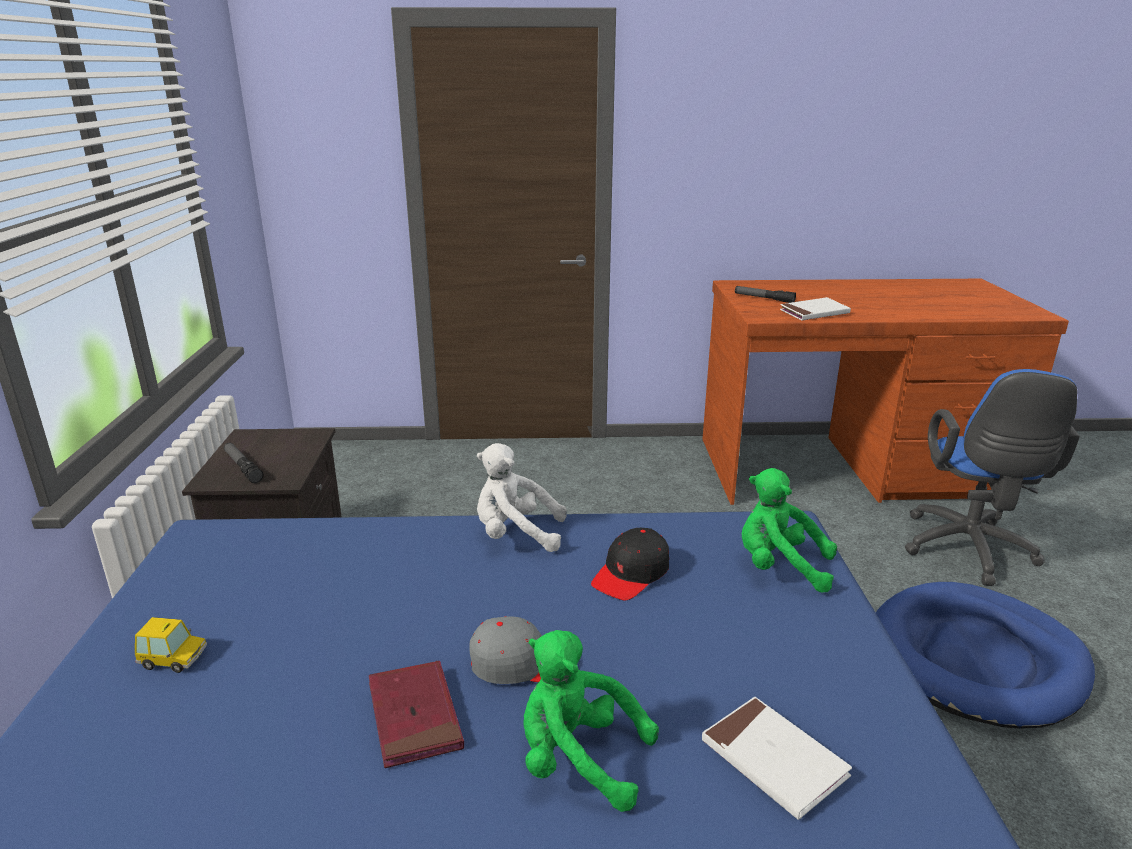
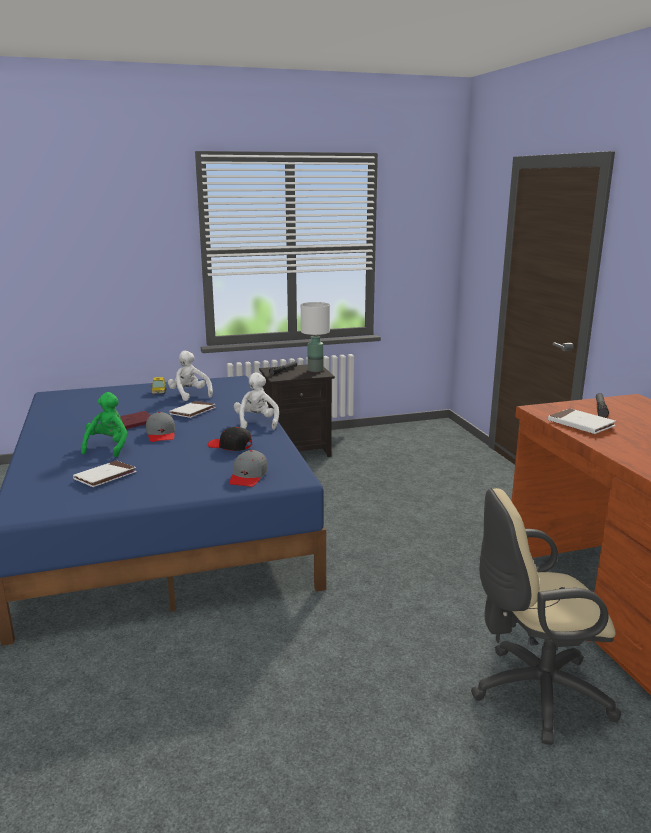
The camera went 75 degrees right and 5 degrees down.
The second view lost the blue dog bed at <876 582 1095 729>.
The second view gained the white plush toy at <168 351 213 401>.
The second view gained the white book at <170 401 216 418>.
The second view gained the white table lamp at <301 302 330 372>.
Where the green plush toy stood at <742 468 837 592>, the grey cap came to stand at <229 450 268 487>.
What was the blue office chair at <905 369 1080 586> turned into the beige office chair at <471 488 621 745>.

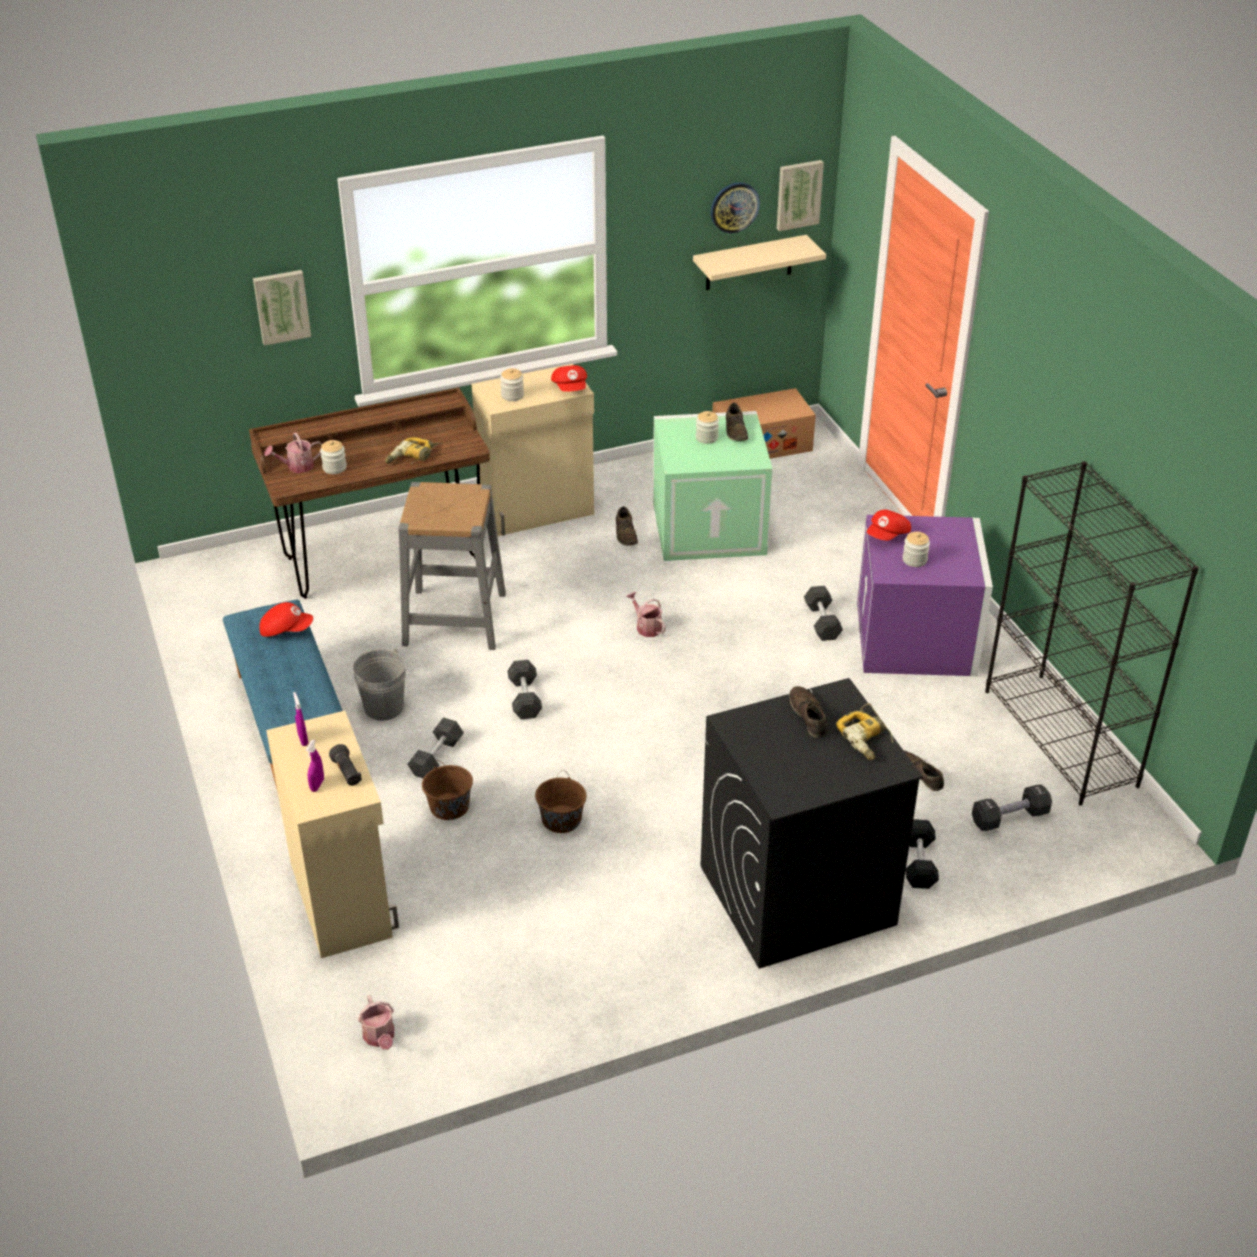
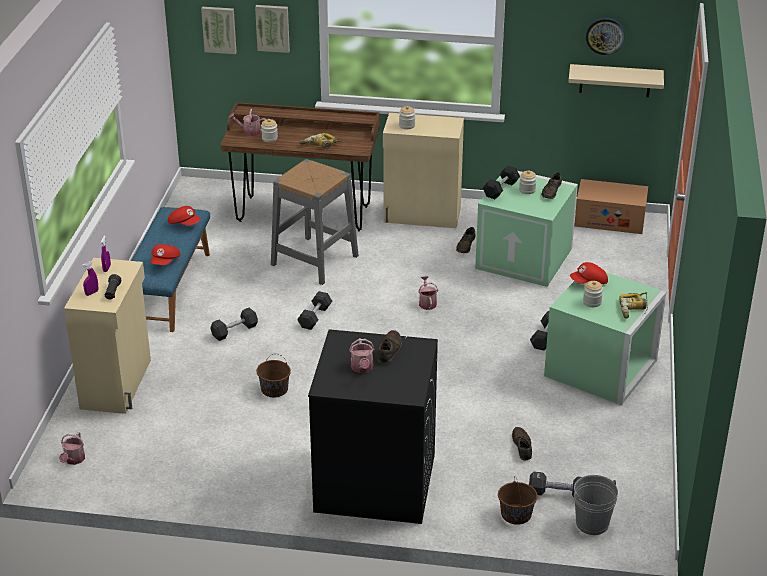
The camera went 30 degrees right and 5 degrees down.
The second view lost the black bookcase at <985 461 1199 806>.
The second view gained the watering can at <349 338 374 373>.
The grey bucket ended up elsewhere, having gone from <352 648 406 721> to <574 475 618 535>.
The brown bucket ended up elsewhere, having gone from <422 760 473 820> to <498 477 538 525>.
The red cap ended up elsewhere, having gone from <551 365 587 392> to <150 244 180 265>.
The picture ended up elsewhere, having gone from <777 160 824 231> to <201 7 236 54>.
The power drill ended up elsewhere, having gone from <836 703 893 760> to <619 292 648 318>.
The black dumbbell ended up elsewhere, having gone from <906 819 939 889> to <483 165 520 199>.
What was the purple storage box at <857 515 993 676> turned into the green storage box at <544 272 666 405>.

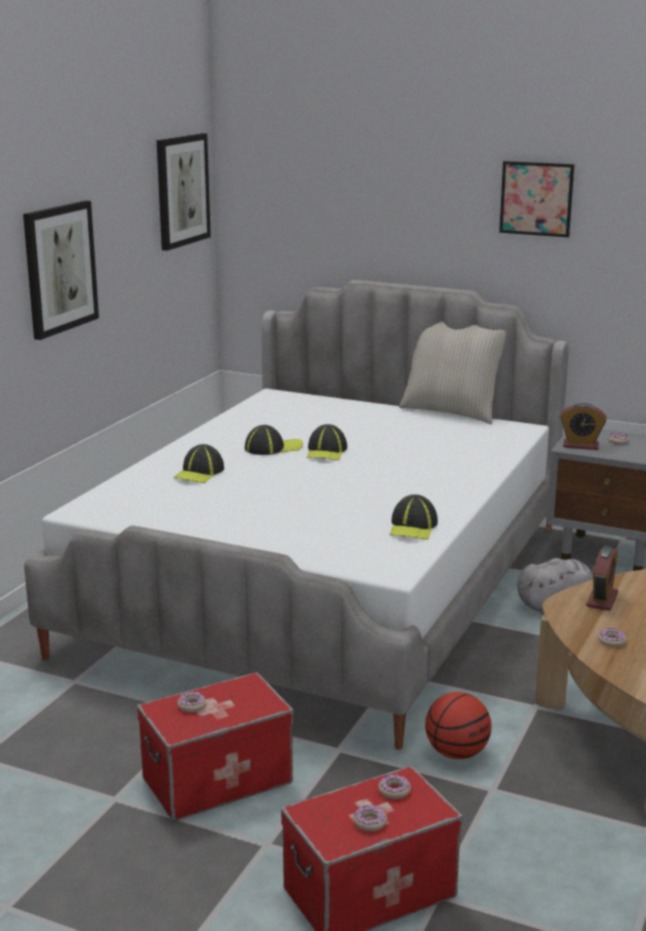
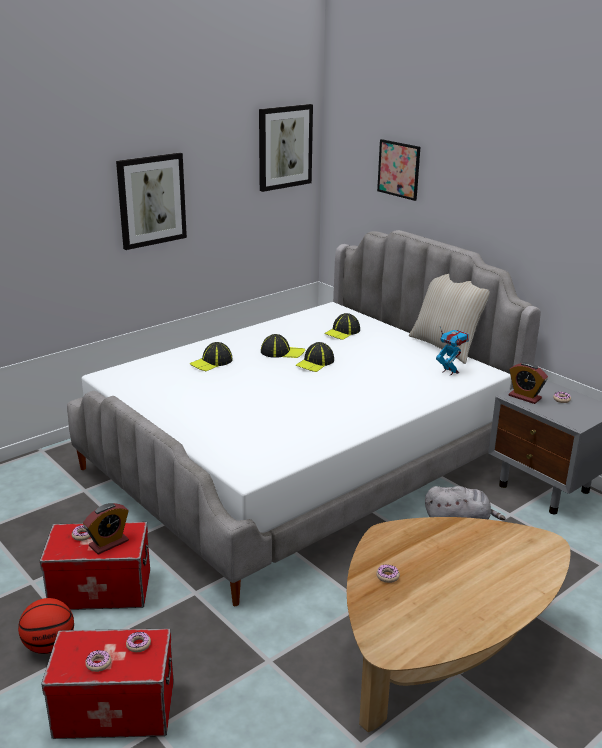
The camera went 25 degrees right and 5 degrees up.
The second view gained the toy robot at <436 327 469 376>.
The cap ended up elsewhere, having gone from <389 494 438 539> to <324 313 360 340>.
The basketball ended up elsewhere, having gone from <425 692 492 759> to <18 598 74 654>.
The picture ended up elsewhere, having gone from <499 161 574 237> to <377 139 420 201>.
The alarm clock ended up elsewhere, having gone from <586 546 619 611> to <83 503 129 555>.

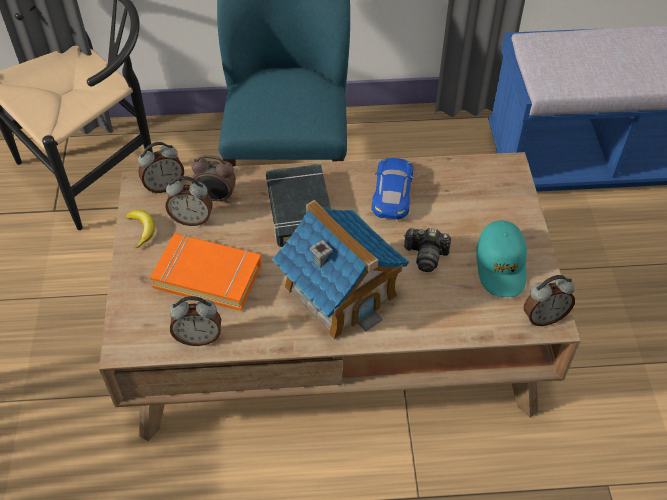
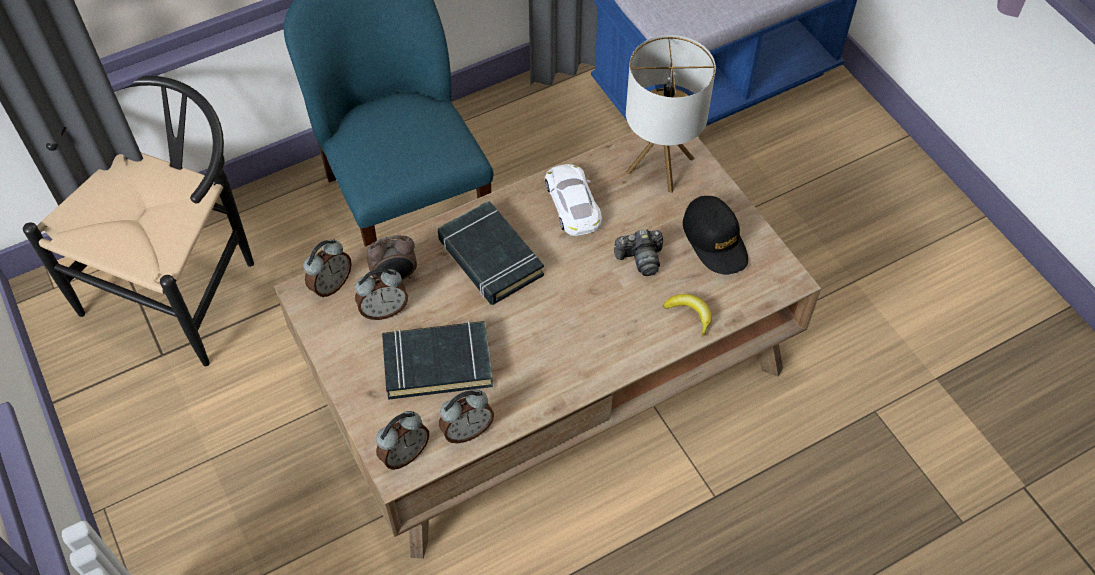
The camera went 25 degrees left and 5 degrees up.
The second view lost the toy house at <272 200 409 340>.
The second view gained the table lamp at <626 35 716 193>.
The banana ended up elsewhere, having gone from <126 210 155 249> to <663 294 712 337>.
The alarm clock ended up elsewhere, having gone from <524 275 575 326> to <376 411 429 470>.
What was the orange book at <150 233 262 311> turned into the black book at <382 321 493 400>.
What was the blue toy car at <372 158 414 220> turned into the white toy car at <545 164 602 236>.
What was the turquoise cap at <476 220 527 297> turned into the black cap at <683 196 748 275>.

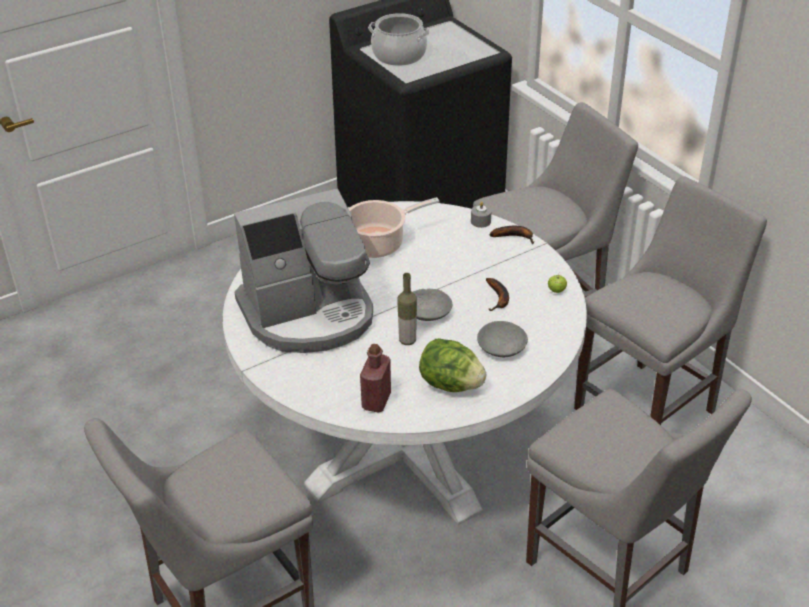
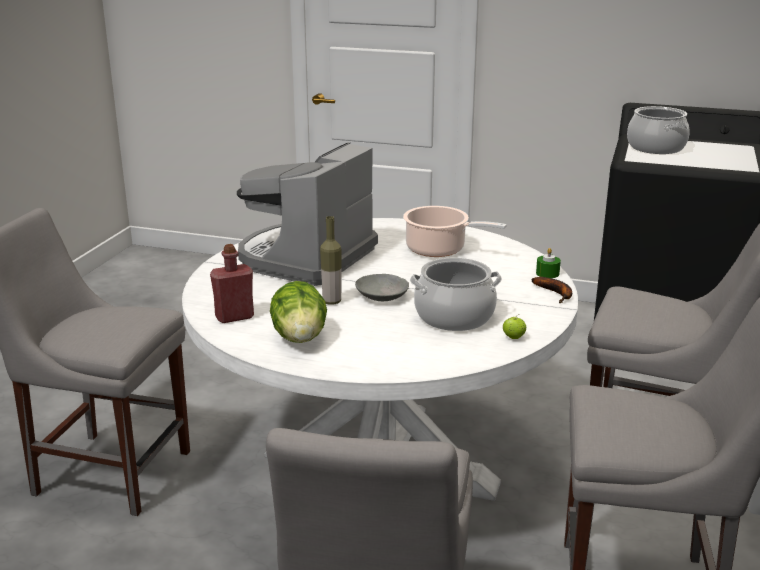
The camera went 50 degrees right and 15 degrees down.
The second view lost the grey bowl at <477 321 528 357>.
Where the banana stood at <486 278 509 311>, the cooking pot came to stand at <410 258 502 331>.
What was the grey candle at <471 201 491 228> turned into the green candle at <536 248 561 278>.
The coffee machine at <234 189 373 353> ended up facing another way, 90 degrees clockwise from before.

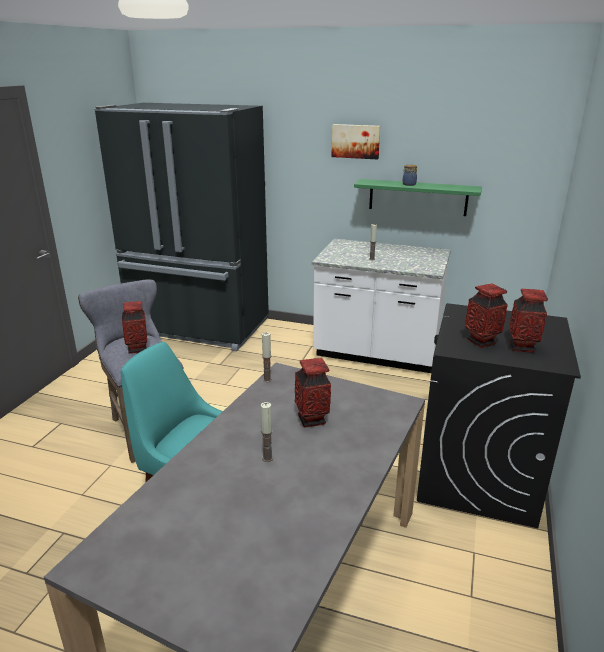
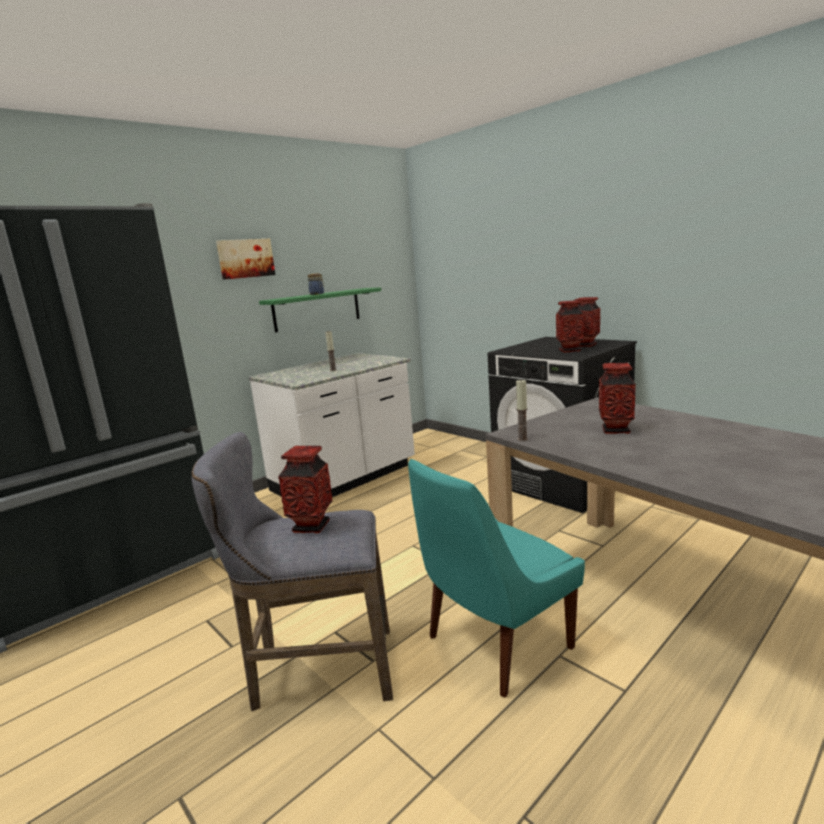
The camera went 60 degrees left and 10 degrees down.
The second view lost the candle at <260 402 273 462>.

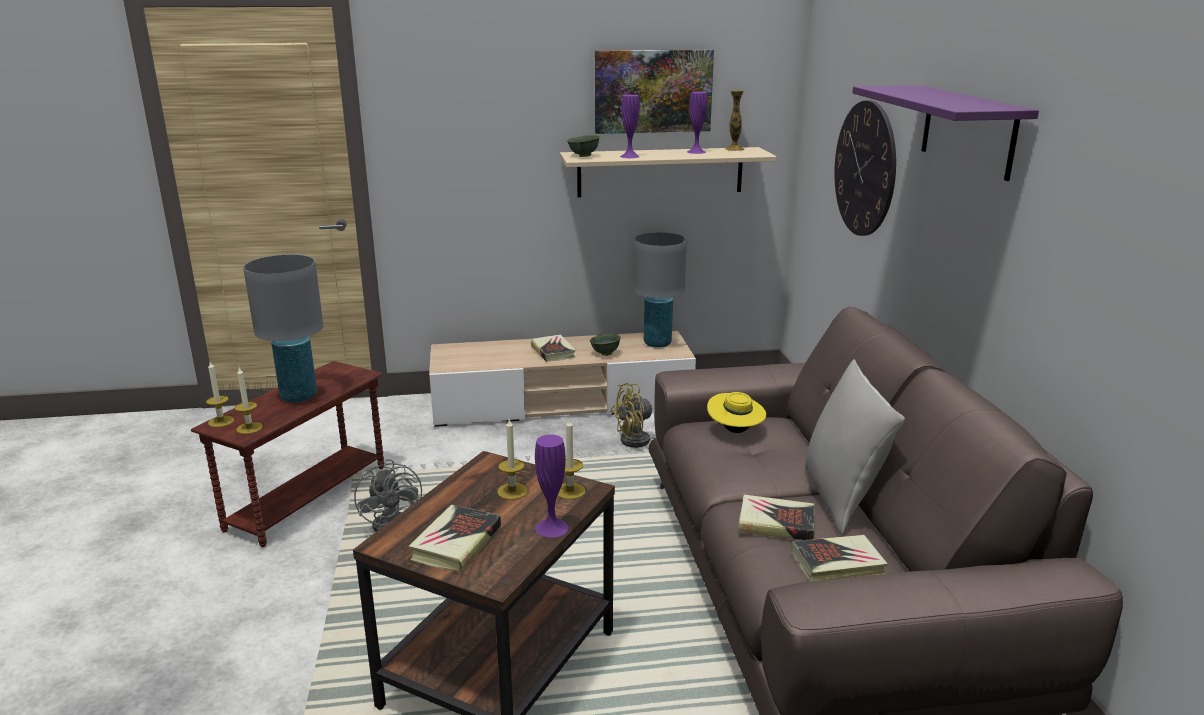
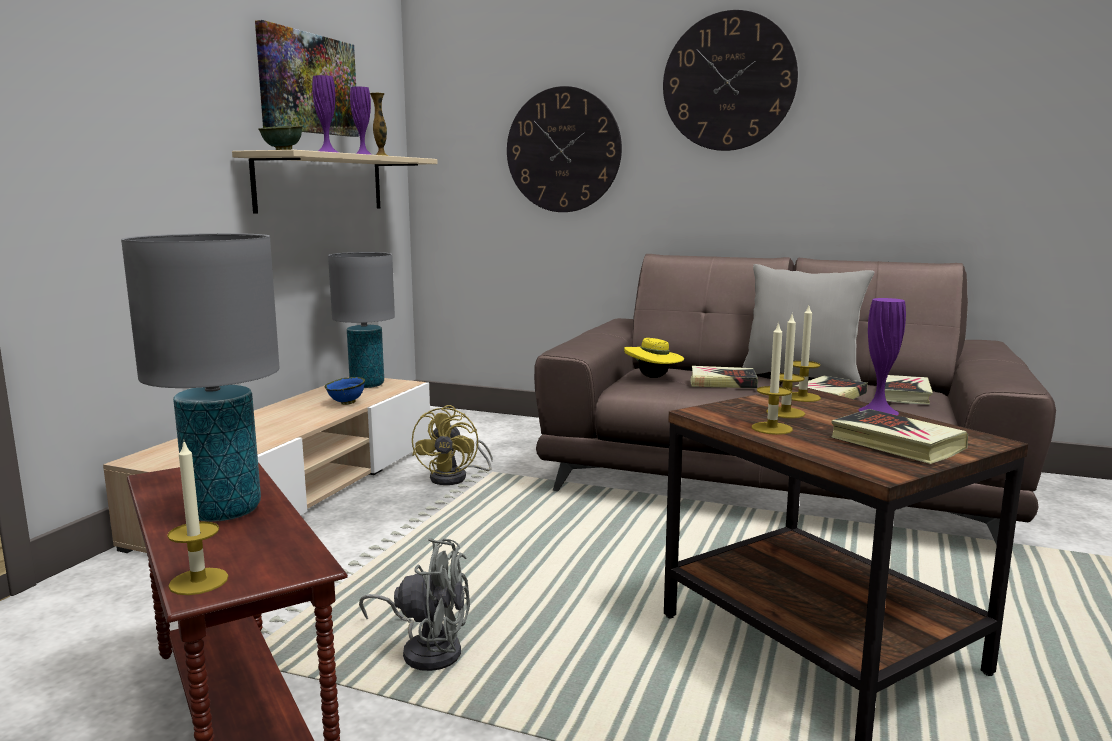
The camera went 60 degrees left and 10 degrees down.
The candle ended up elsewhere, having gone from <235 368 263 434> to <752 321 793 435>.
The book ended up elsewhere, having gone from <531 334 576 362> to <690 366 758 388>.
Where the purple shelf hung at <852 85 1039 181>, the wall clock came to hang at <663 10 798 151>.
What was the green bowl at <590 334 621 356> turned into the blue bowl at <325 377 365 405>.

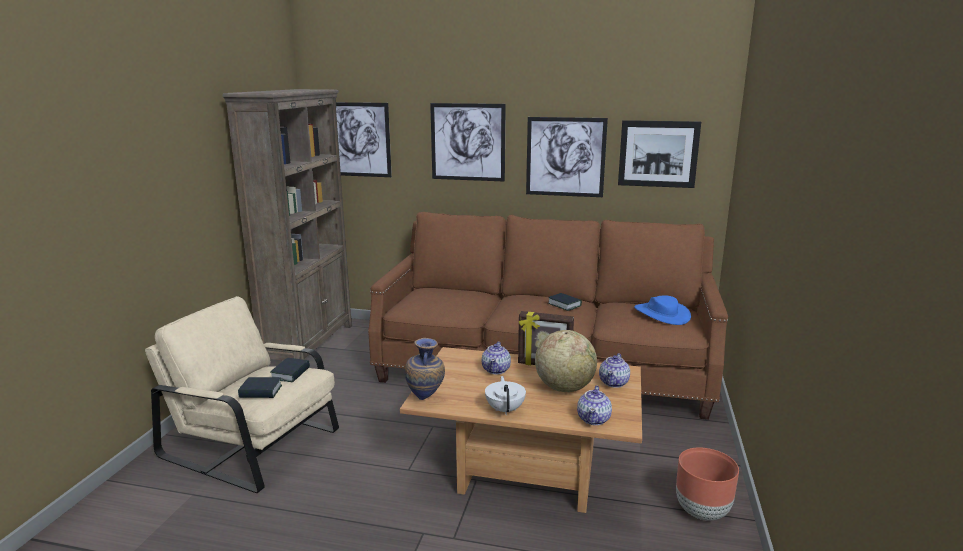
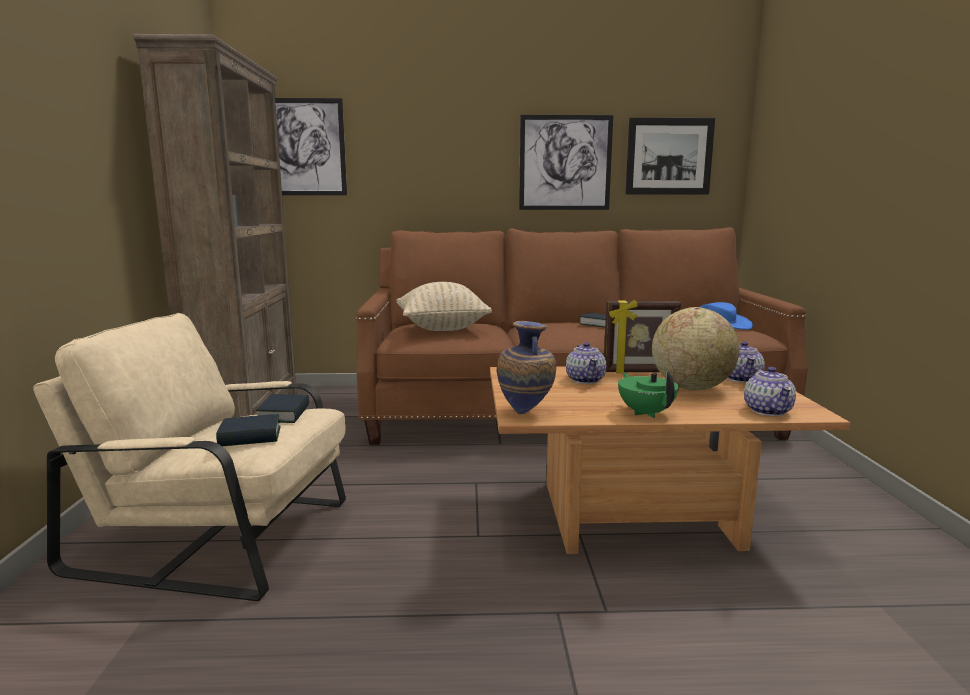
The camera went 15 degrees left and 5 degrees down.
The second view lost the picture at <430 103 506 181>.
The second view lost the brown planter at <676 447 739 520>.
The second view gained the beige pillow at <396 282 492 331>.
What was the white teapot at <485 376 526 415> turned into the green teapot at <618 372 679 418>.

